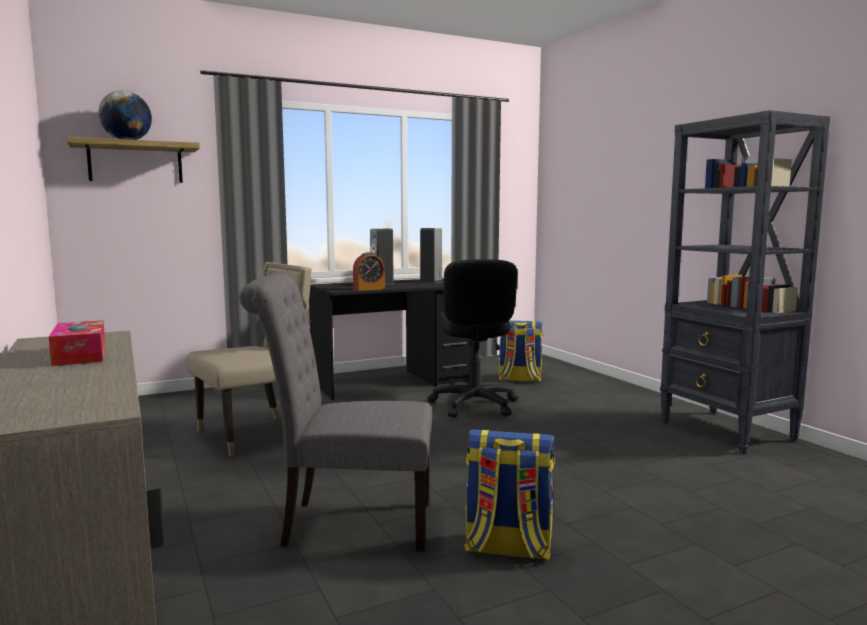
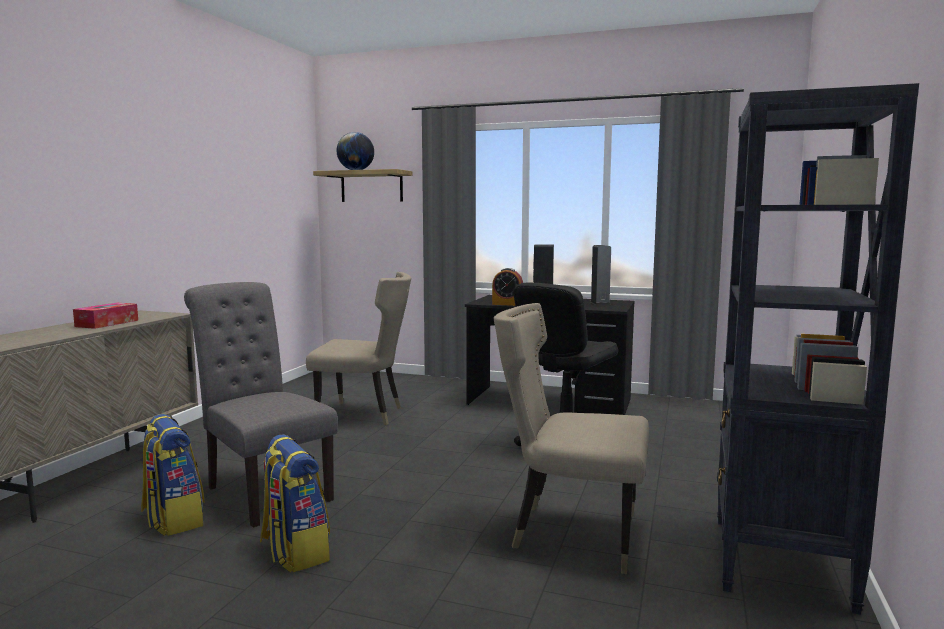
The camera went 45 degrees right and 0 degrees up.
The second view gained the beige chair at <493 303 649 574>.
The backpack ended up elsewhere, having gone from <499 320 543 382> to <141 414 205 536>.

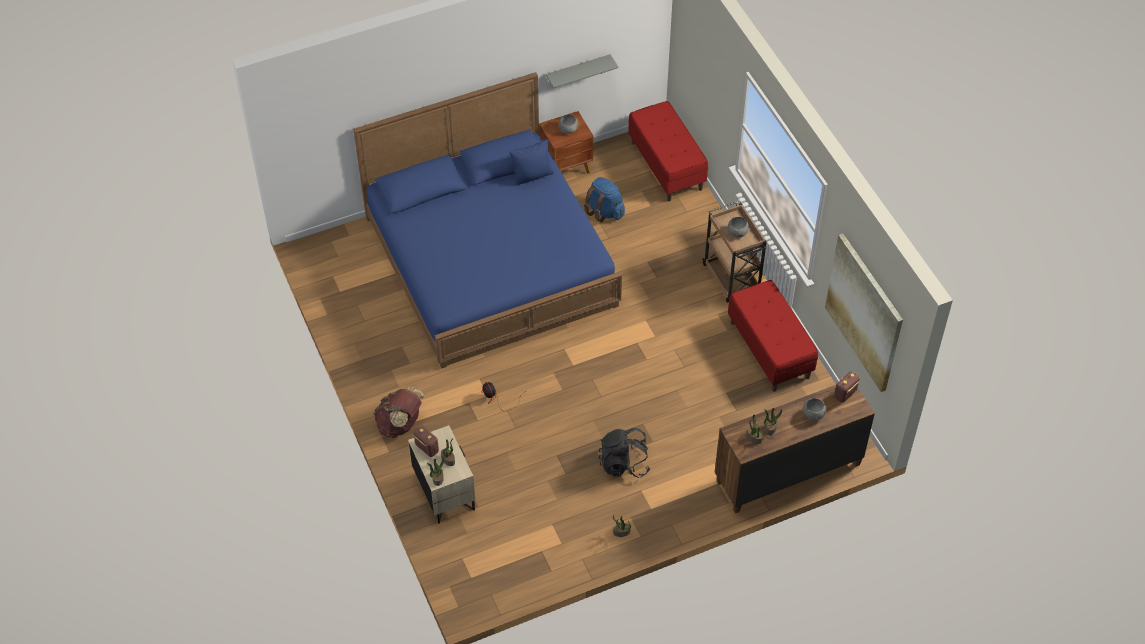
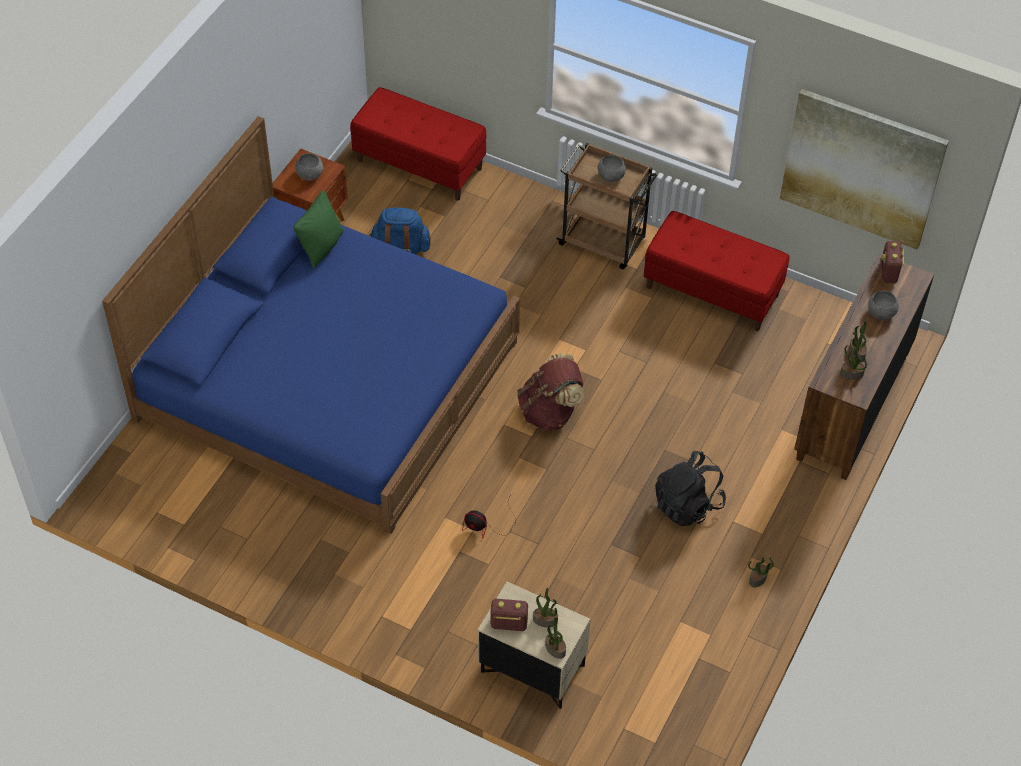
The camera went 40 degrees left and 0 degrees up.
The second view lost the grey shelf at <546 54 618 88>.
The brown backpack ended up elsewhere, having gone from <374 387 425 438> to <517 354 584 431>.
What was the blue pillow at <510 139 554 186> turned into the green pillow at <294 190 344 268>.

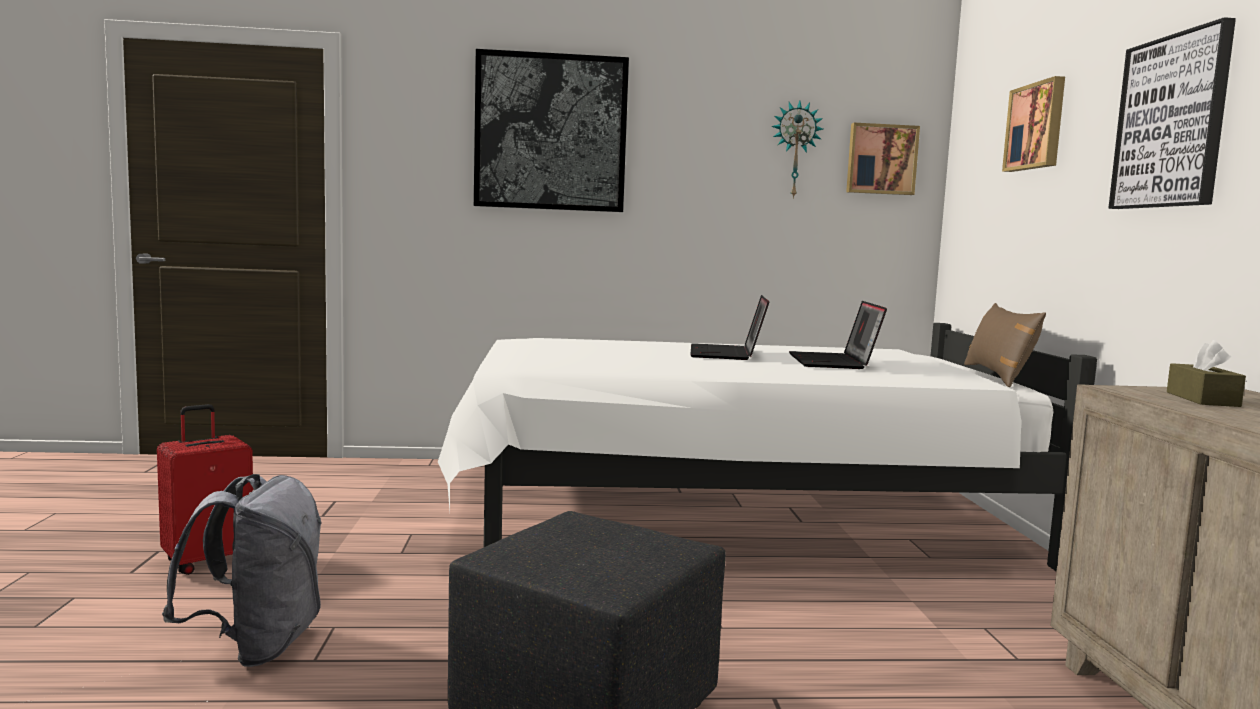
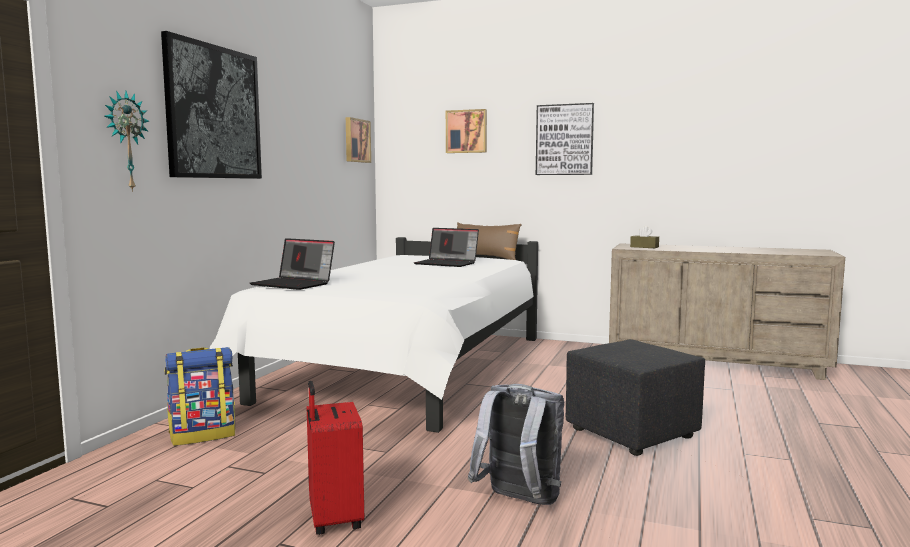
The camera went 65 degrees left and 0 degrees up.
The second view gained the backpack at <164 347 235 446>.
The laptop ended up elsewhere, having gone from <690 295 769 360> to <250 238 335 290>.
The wall clock ended up elsewhere, having gone from <771 100 823 199> to <105 90 149 192>.

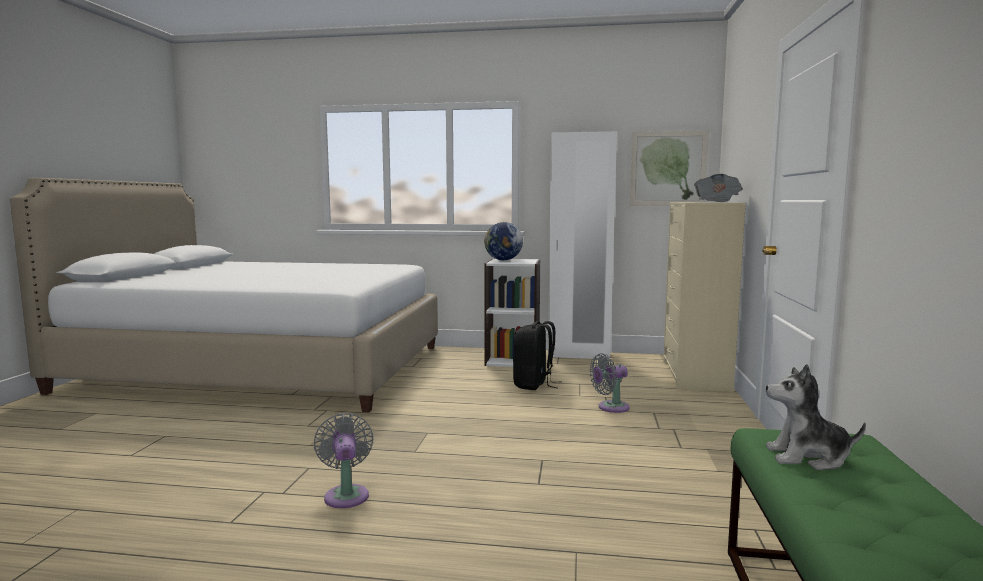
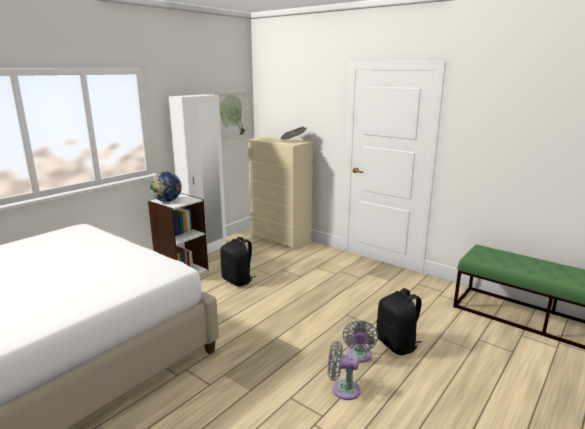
The camera went 60 degrees left and 10 degrees up.
The second view lost the plush toy at <766 364 866 470>.
The second view gained the black backpack at <376 288 421 355>.
The grey fan ended up elsewhere, having gone from <590 353 630 413> to <343 320 378 363>.

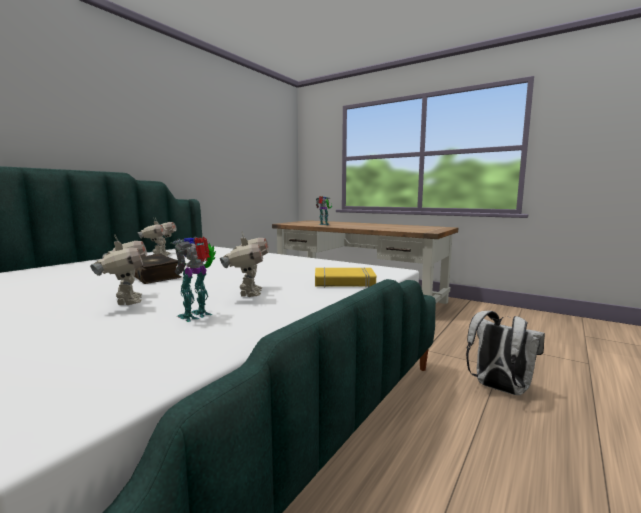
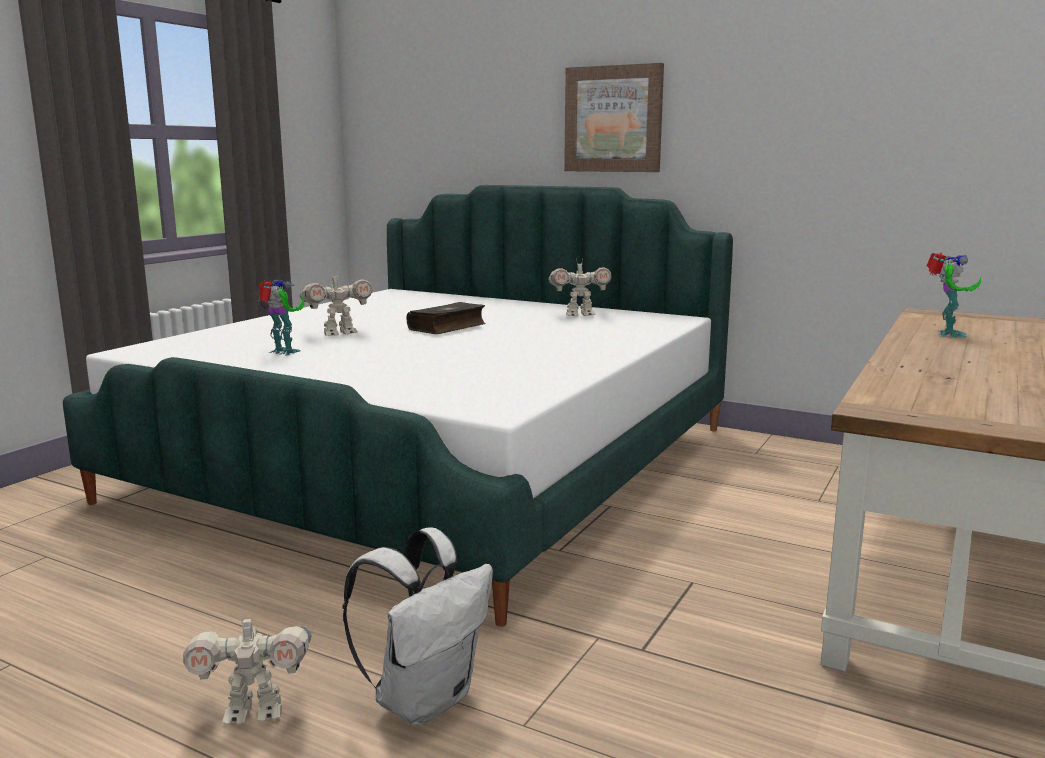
The camera went 85 degrees right and 5 degrees up.
The second view lost the yellow book at <315 268 376 287>.
The second view gained the picture at <564 63 664 172>.
The toy robot ended up elsewhere, having gone from <220 232 269 297> to <183 609 312 724>.

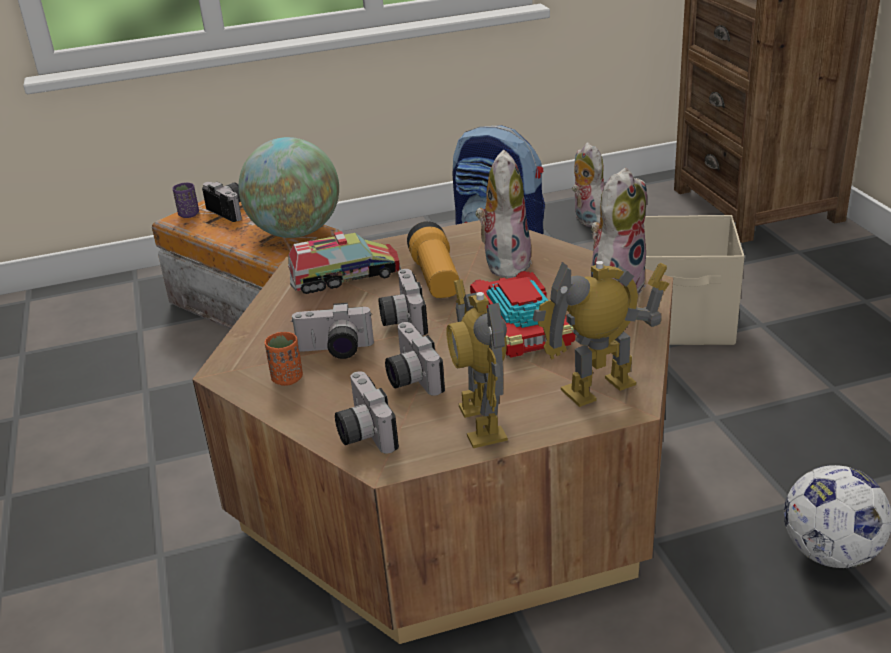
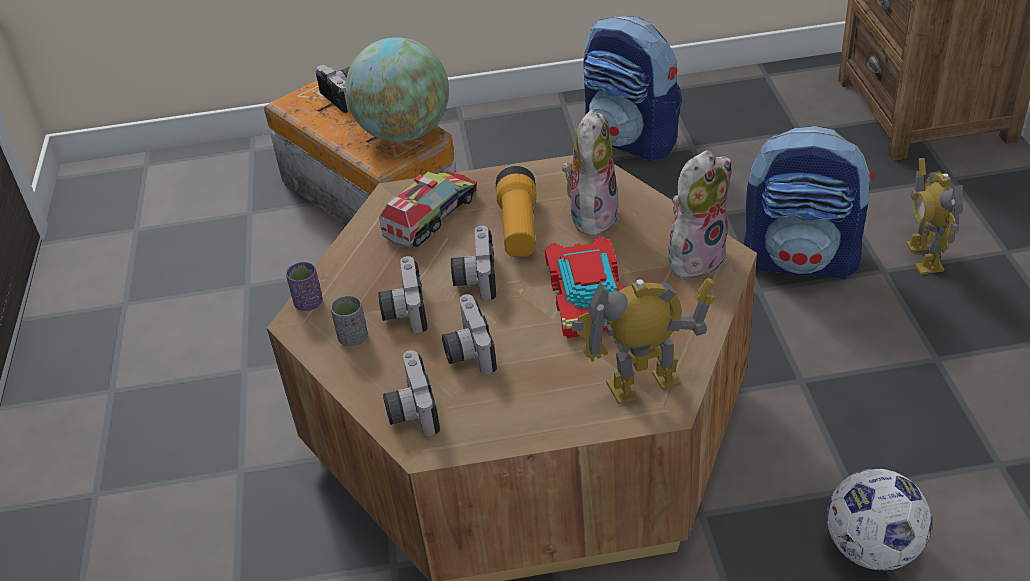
The camera went 10 degrees right and 10 degrees up.
The second view lost the plush toy at <572 143 604 227>.
The purple cup ended up elsewhere, having gone from <172 183 199 218> to <286 262 323 311>.
The toy robot ended up elsewhere, having gone from <446 279 508 448> to <906 158 963 275>.
Where the beige storage box stood at <644 215 745 345>, the backpack came to stand at <743 126 875 279>.
What was the orange cup at <265 332 303 386> turned into the grey cup at <331 296 368 346>.
The toy truck at <288 231 401 294> ended up facing another way, 45 degrees counterclockwise from before.
The photo camera at <291 303 374 359> ended up facing another way, 75 degrees clockwise from before.

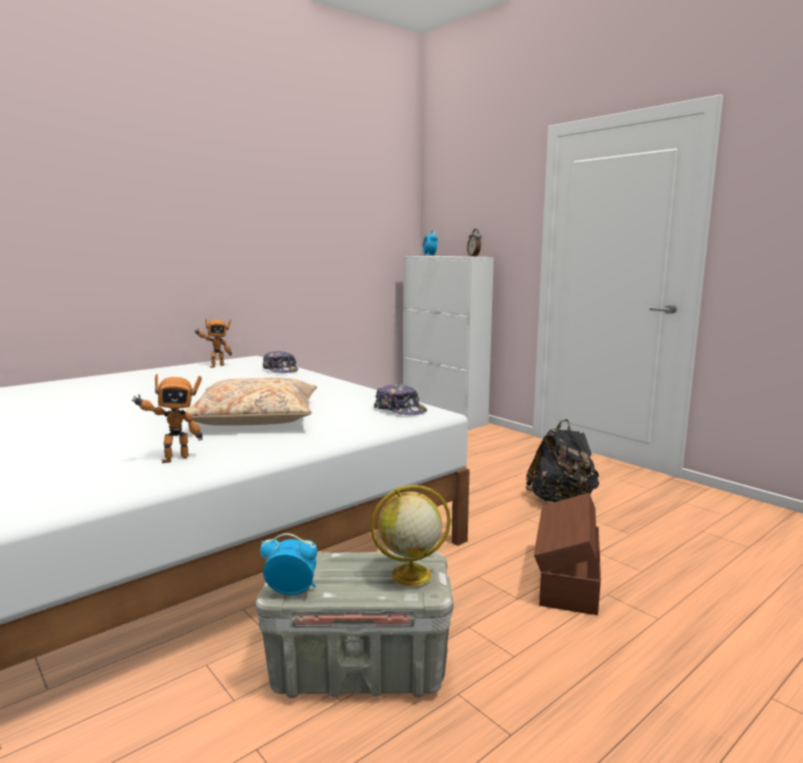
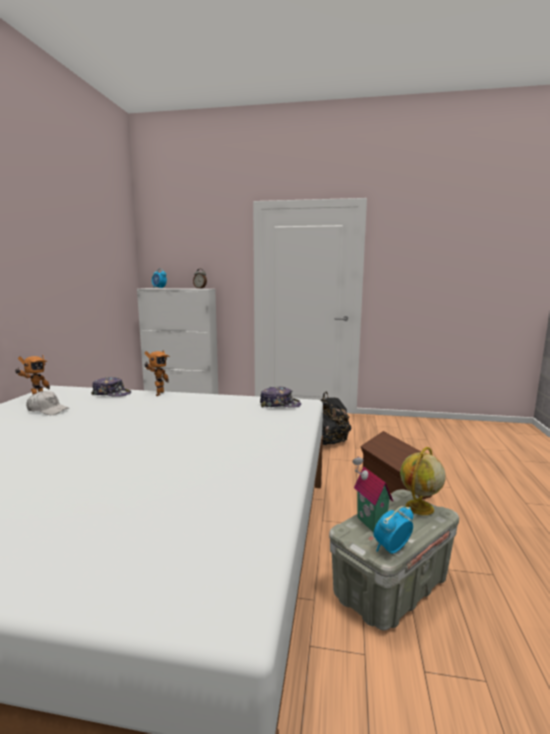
The camera went 40 degrees left and 0 degrees up.
The second view lost the beige pillow at <182 378 317 426>.
The second view gained the white cap at <26 391 70 415>.
The second view gained the toy house at <353 456 393 533>.
The toy robot ended up elsewhere, having gone from <132 374 202 463> to <144 350 170 396>.

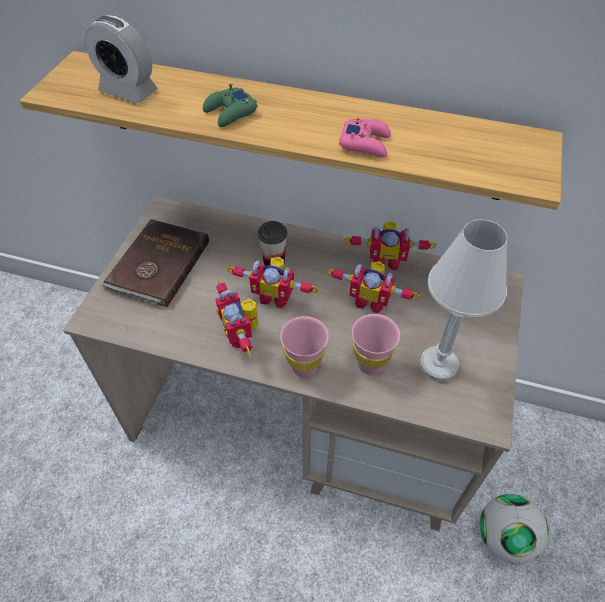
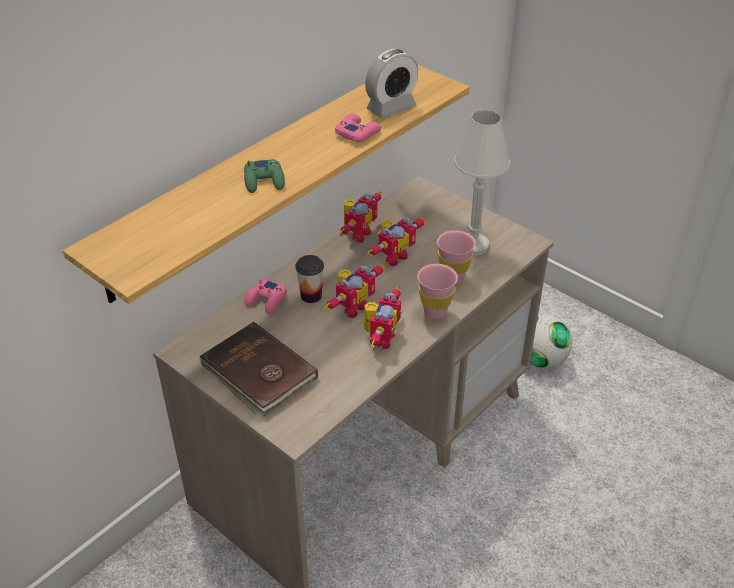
The camera went 65 degrees left and 10 degrees down.
The second view gained the pink game controller at <244 279 287 314>.
The alarm clock ended up elsewhere, having gone from <85 15 158 104> to <365 49 418 119>.
The toy robot at <216 279 258 357> ended up facing another way, 75 degrees counterclockwise from before.

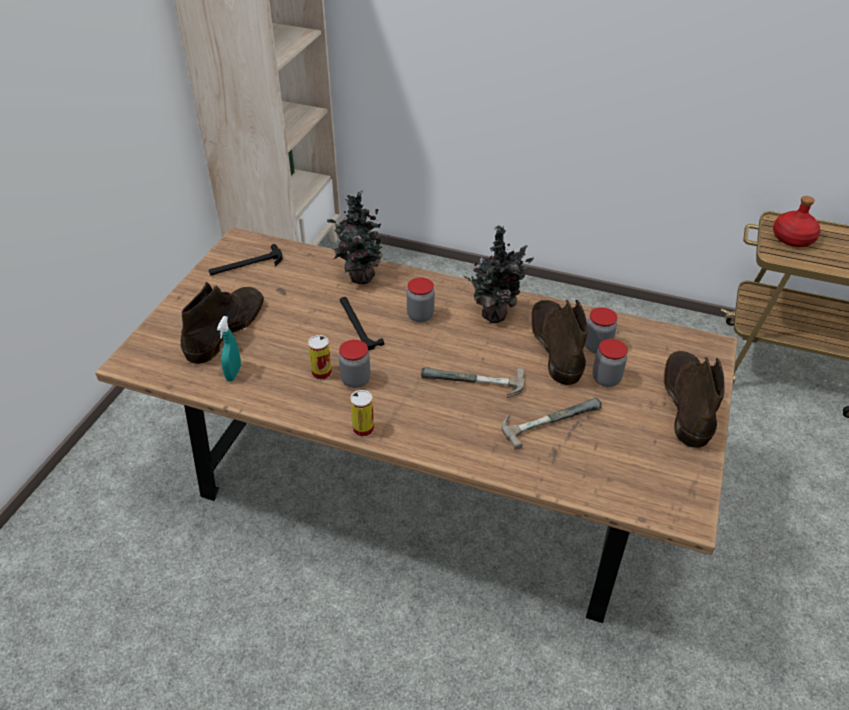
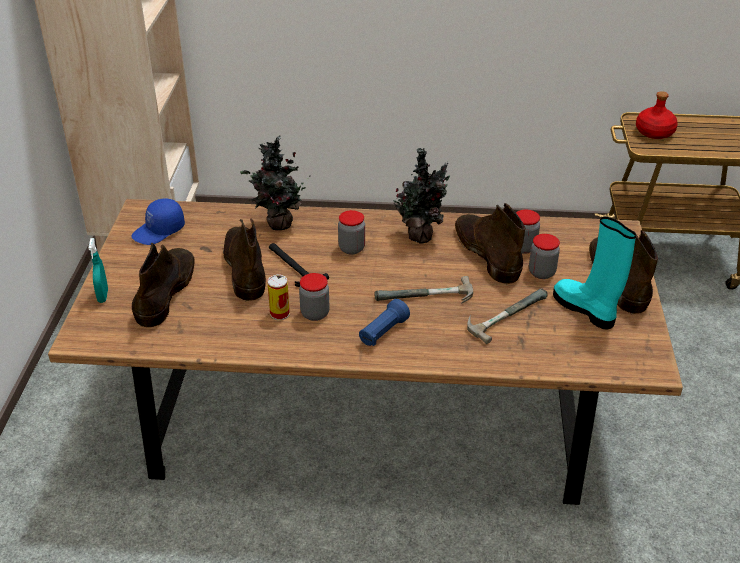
The camera went 15 degrees left and 5 degrees down.
The second view lost the can at <350 390 374 438>.
The second view gained the brown boot at <223 219 266 301>.
The second view gained the blue flashlight at <359 299 410 346>.
The second view gained the turquoise boot at <553 217 636 329>.
The turquoise spray bottle ended up elsewhere, having gone from <217 316 241 381> to <88 238 108 303>.
Where the hammer stood at <209 244 283 276>, the blue cap came to stand at <131 199 185 245>.

